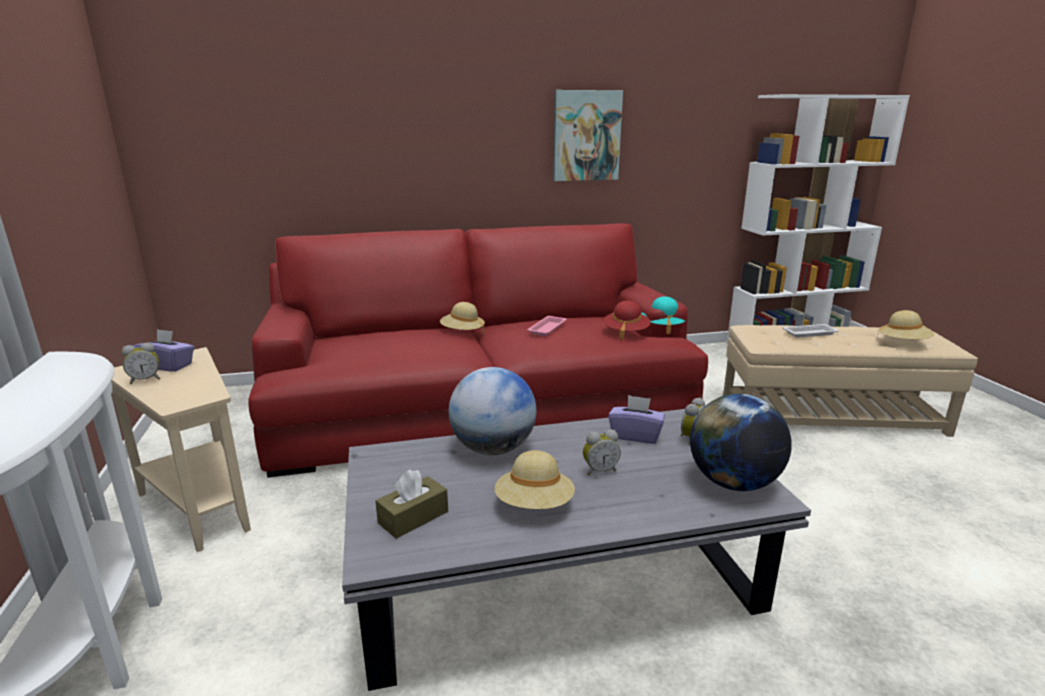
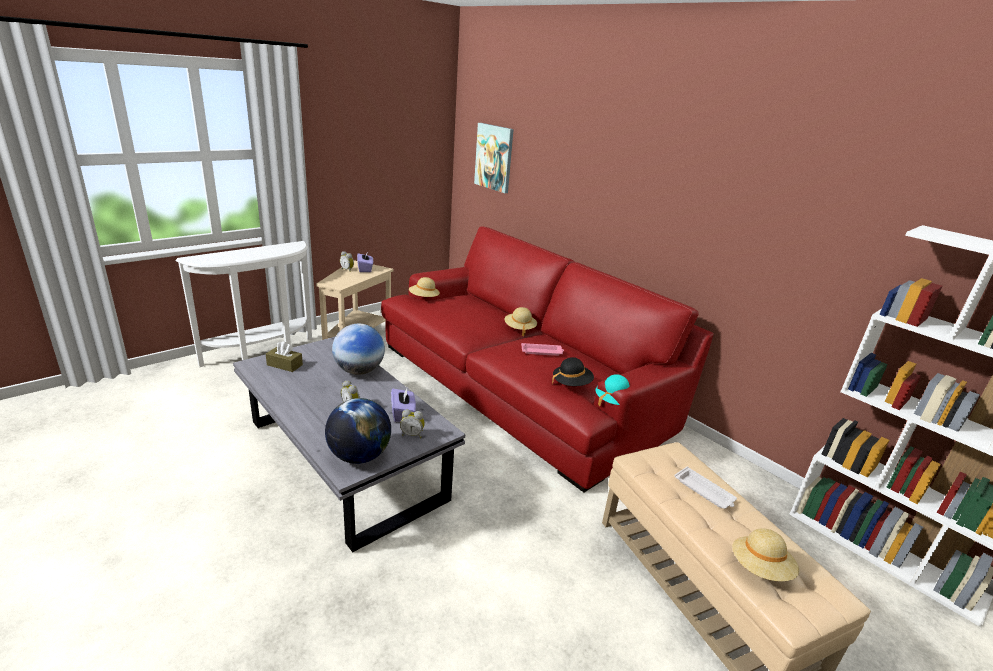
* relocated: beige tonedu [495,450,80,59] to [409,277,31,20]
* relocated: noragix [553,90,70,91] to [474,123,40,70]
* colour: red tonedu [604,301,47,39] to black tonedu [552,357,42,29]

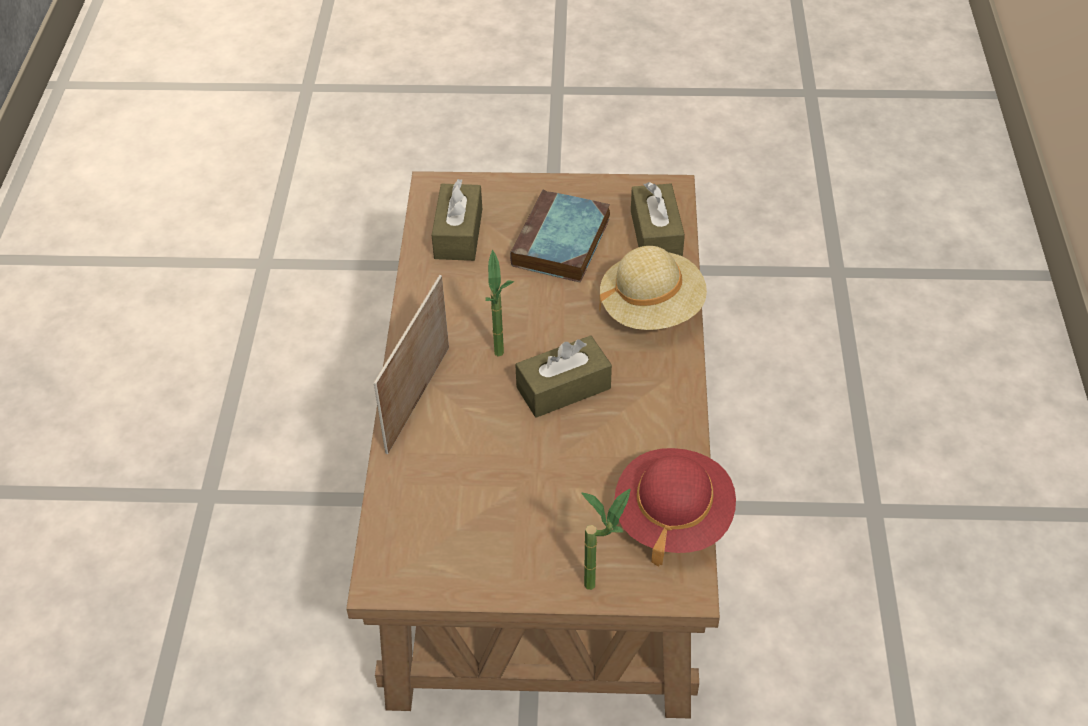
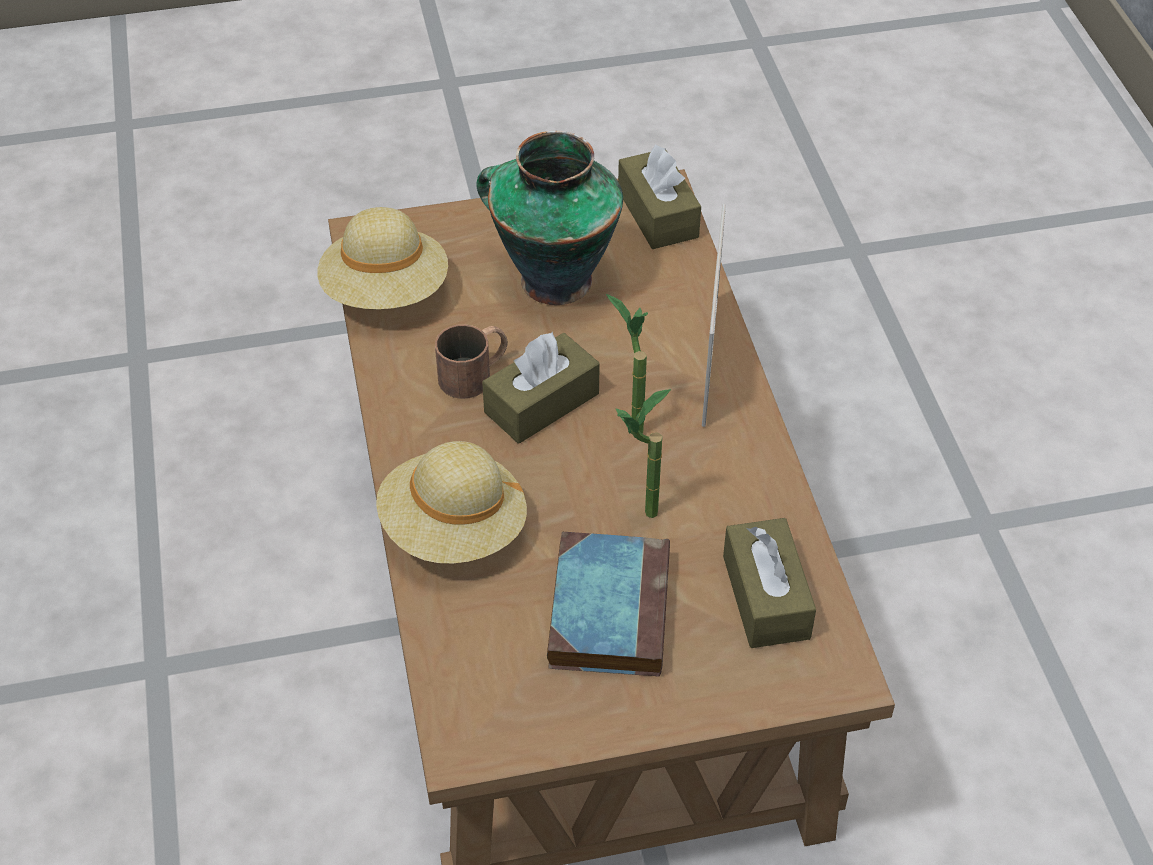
* colour: red tonedu [614,448,122,119] to beige tonedu [317,207,131,103]
* appeared: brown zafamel [435,324,73,75]
* appeared: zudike [477,131,146,174]
* relocated: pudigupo [581,489,50,101] to [616,389,55,129]
* relocated: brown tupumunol [631,182,54,75] to [618,144,83,105]

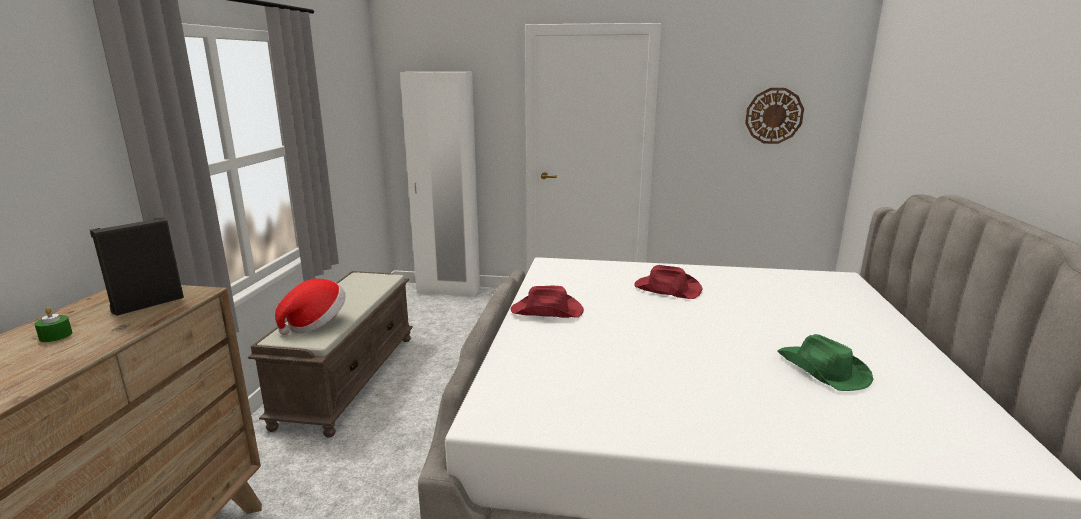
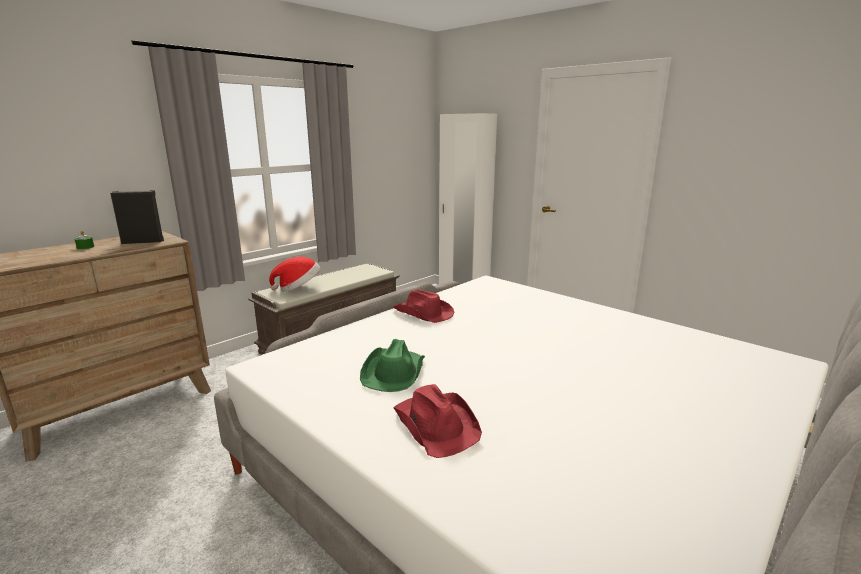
* relocated: green tonedu [777,334,96,57] to [360,339,65,53]
* relocated: red tonedu [634,265,68,34] to [393,384,89,74]
* missing: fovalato [745,88,59,56]

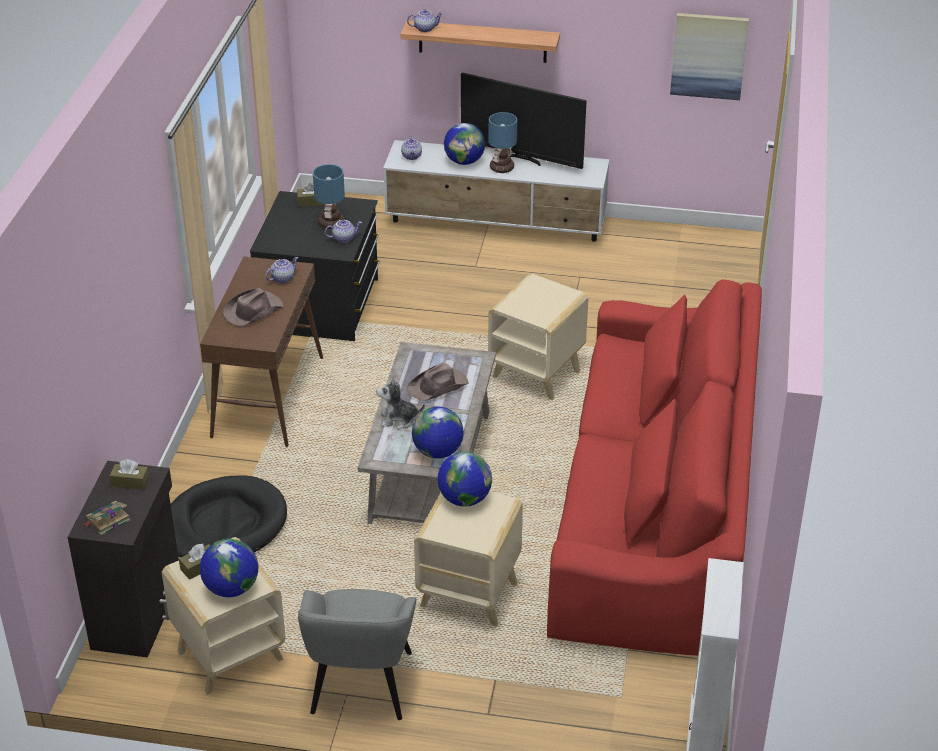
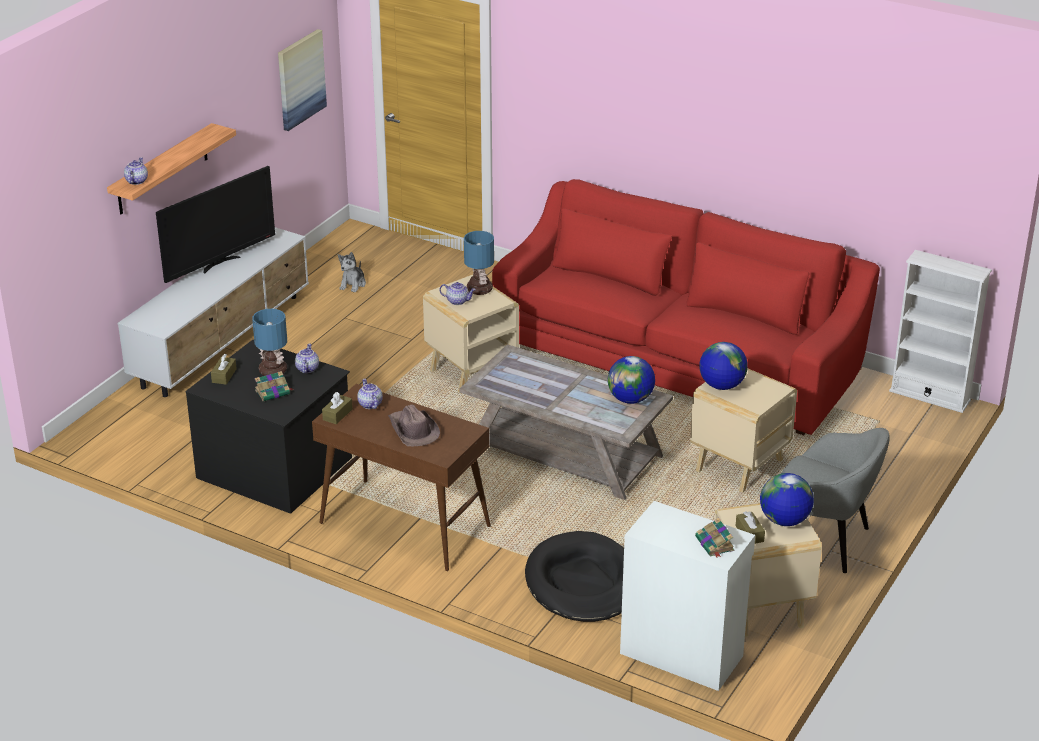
* appeared: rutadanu [255,371,38,30]
* relocated: brown tupumunol [110,459,39,31] to [322,392,31,32]
* relocated: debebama [376,376,49,54] to [338,252,28,40]
* relocated: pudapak [401,135,21,25] to [439,282,37,23]
* relocated: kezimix [488,112,29,61] to [464,231,30,64]
* colour: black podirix [68,461,111,197] to white podirix [620,501,135,190]
* missing: brown tonedu [407,362,62,39]
* missing: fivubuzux [444,123,41,42]

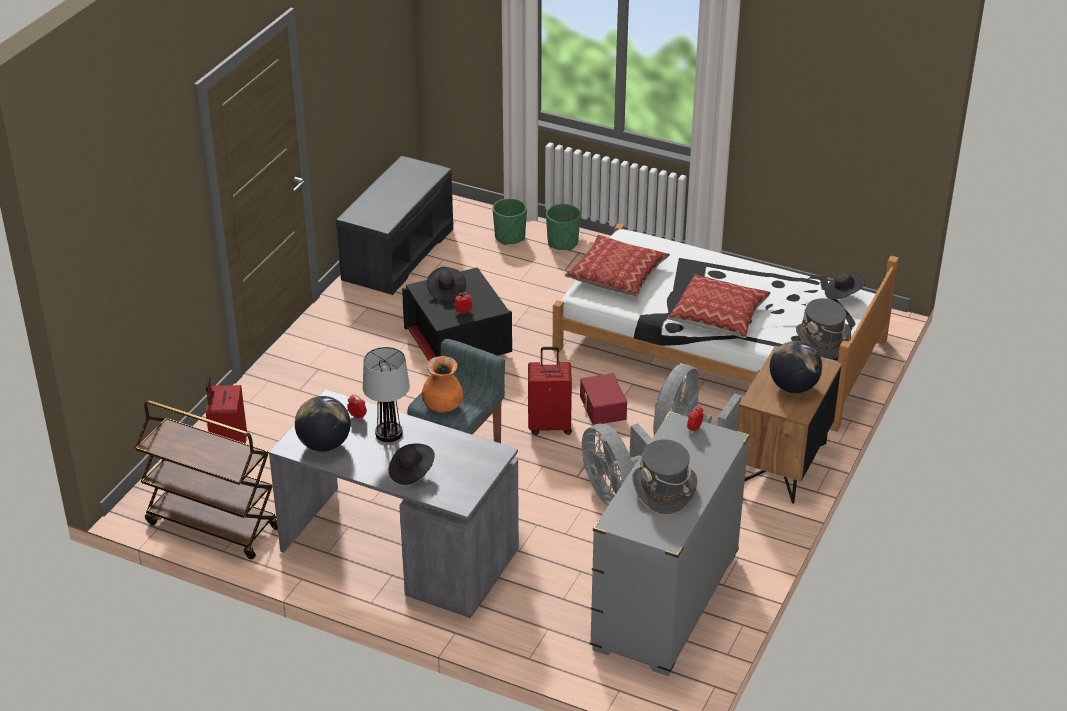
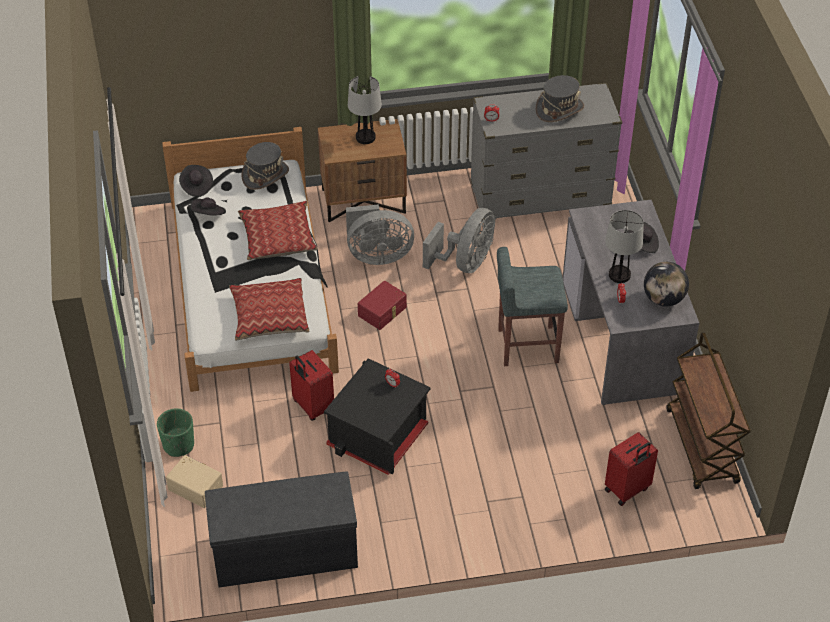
* exchanged: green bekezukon [493,198,34,47] to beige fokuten [166,455,57,53]
* relocated: black tonedu [427,267,39,36] to [190,197,35,19]
* relocated: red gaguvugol [528,347,44,88] to [289,350,45,71]
* exchanged: fivubuzux [770,341,52,52] to kezimix [348,76,34,68]
* missing: orange zudike [422,356,42,57]

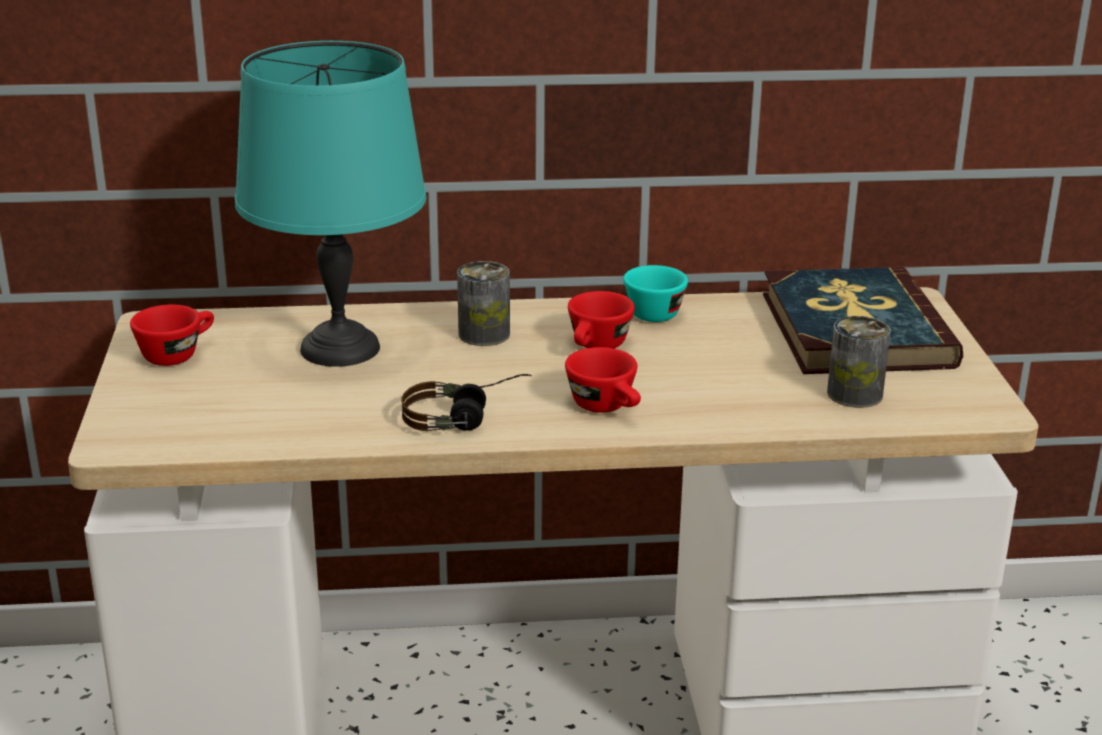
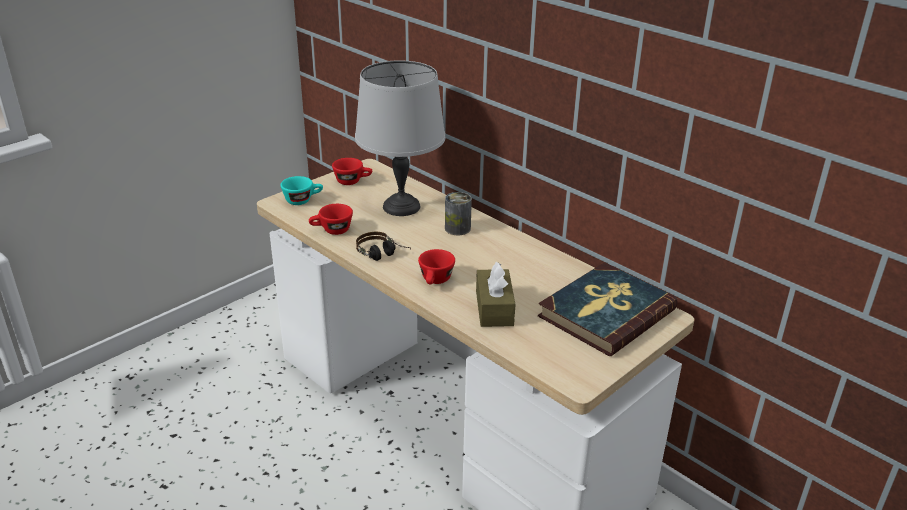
* relocated: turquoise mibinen [623,265,65,57] to [280,176,43,29]
* relocated: red mibinen [568,291,67,58] to [309,204,44,31]
* colour: turquoise kezimix [235,41,191,326] to grey kezimix [355,60,90,156]
* appeared: brown tupumunol [476,262,39,65]
* missing: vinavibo [827,316,64,92]

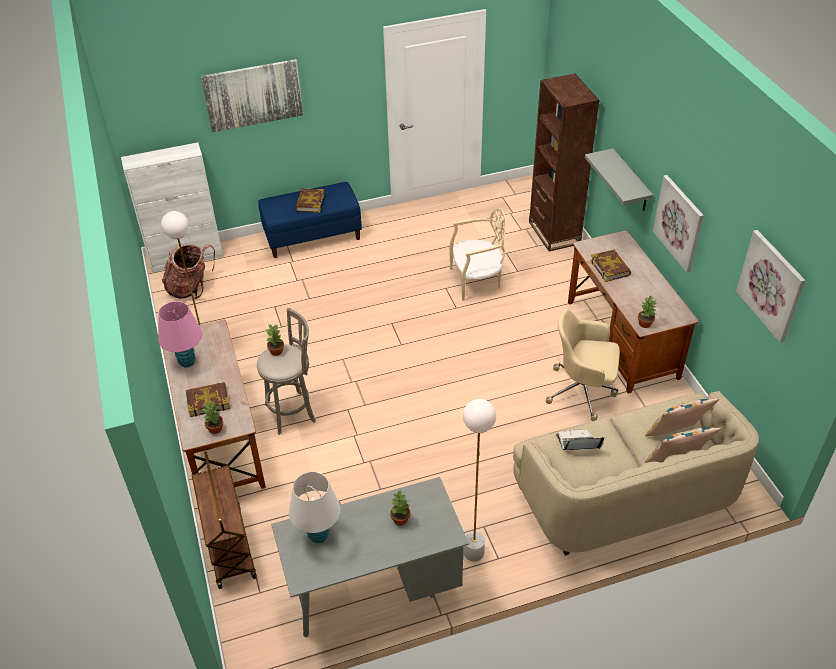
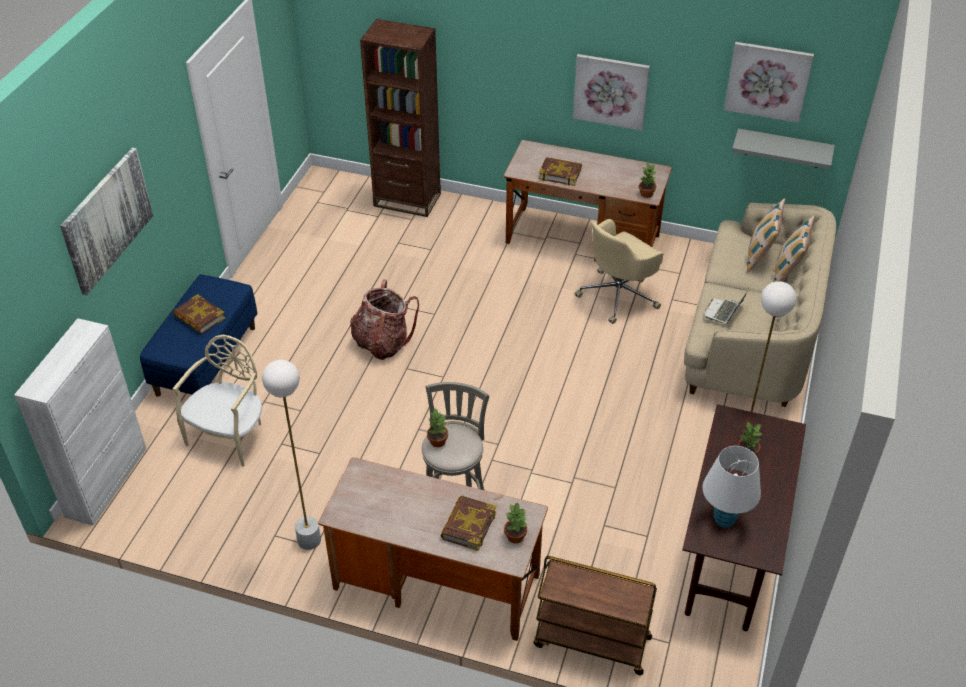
* relocated: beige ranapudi [449,208,58,93] to [173,335,89,132]
* relocated: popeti [162,244,53,55] to [350,279,69,81]
* colour: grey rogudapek [271,477,198,160] to brown rogudapek [682,404,124,227]
* relocated: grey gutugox [585,149,68,61] to [732,128,103,41]
* missing: pink kezimix [158,301,44,66]

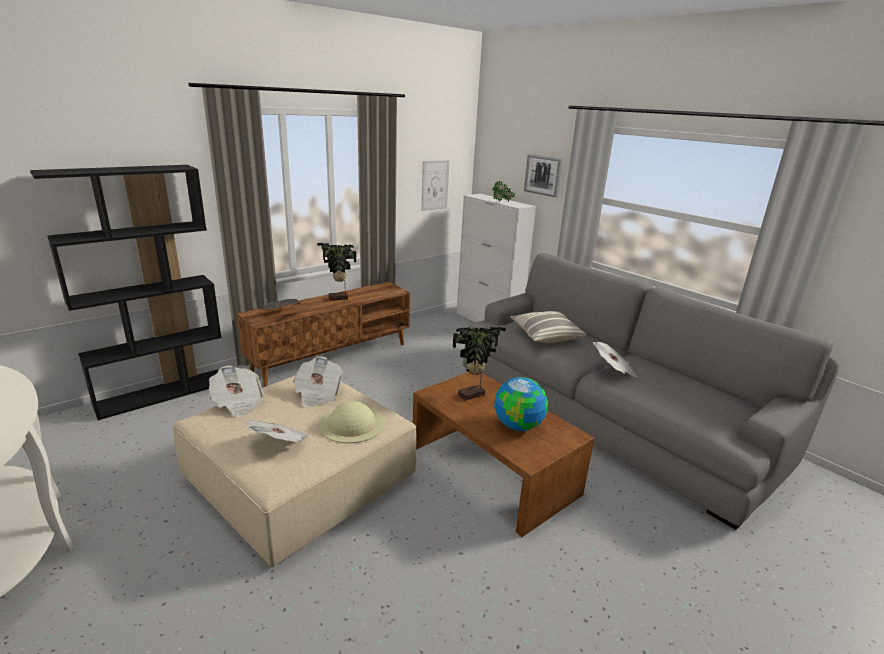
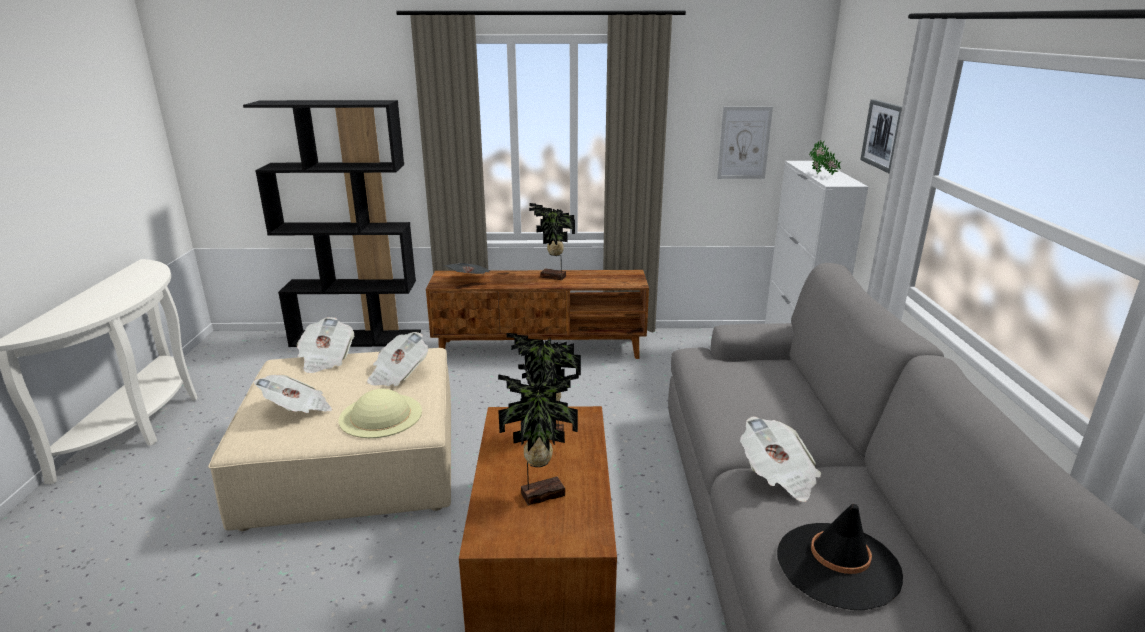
* exchanged: fivubuzux [494,377,54,54] to pudigupo [498,364,81,142]
* appeared: black tonedu [777,504,126,106]
* missing: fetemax [511,311,76,32]

